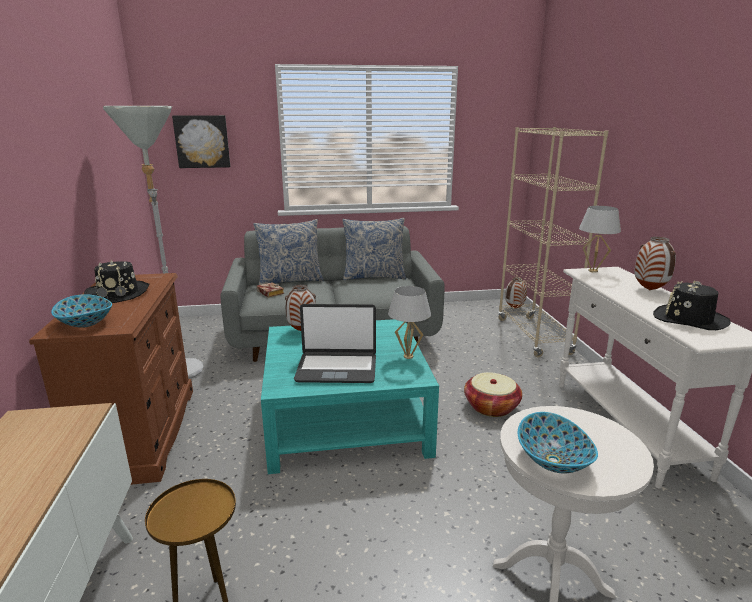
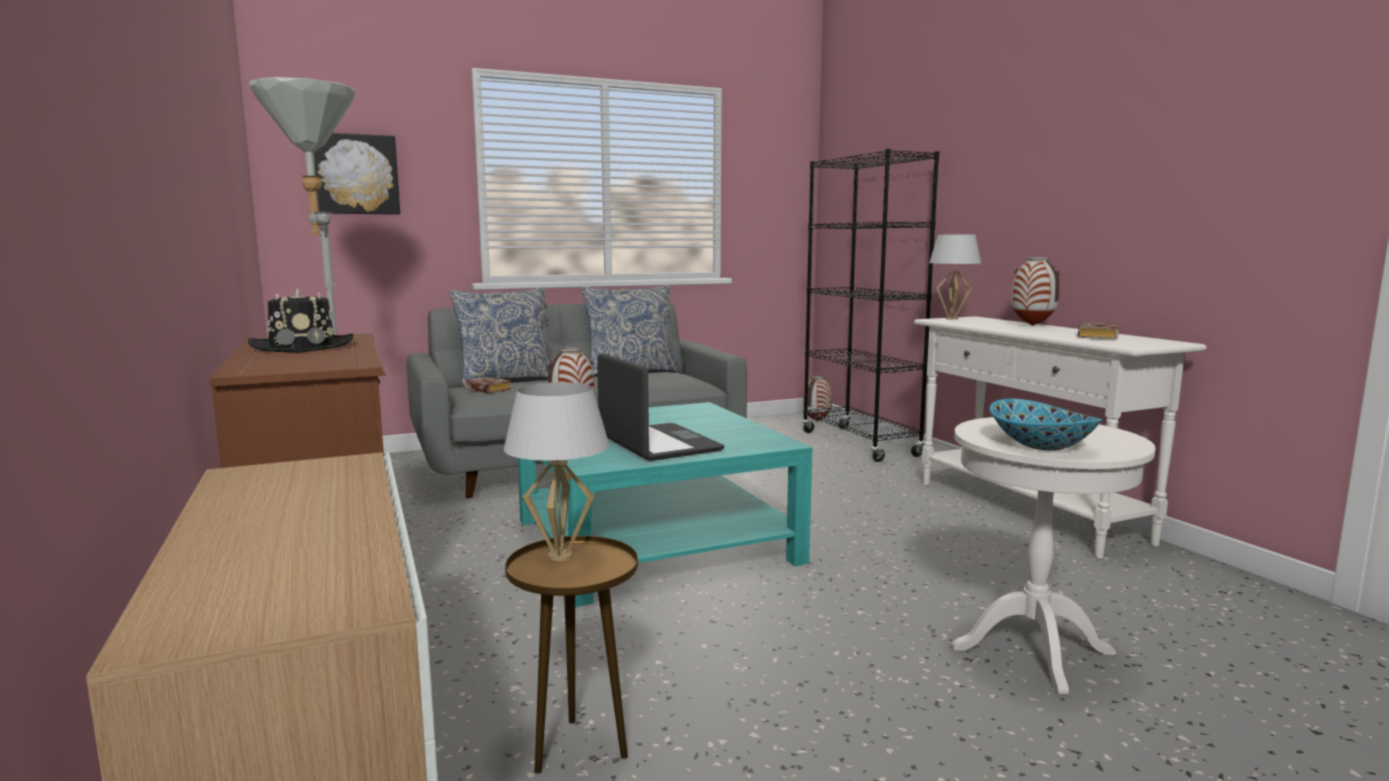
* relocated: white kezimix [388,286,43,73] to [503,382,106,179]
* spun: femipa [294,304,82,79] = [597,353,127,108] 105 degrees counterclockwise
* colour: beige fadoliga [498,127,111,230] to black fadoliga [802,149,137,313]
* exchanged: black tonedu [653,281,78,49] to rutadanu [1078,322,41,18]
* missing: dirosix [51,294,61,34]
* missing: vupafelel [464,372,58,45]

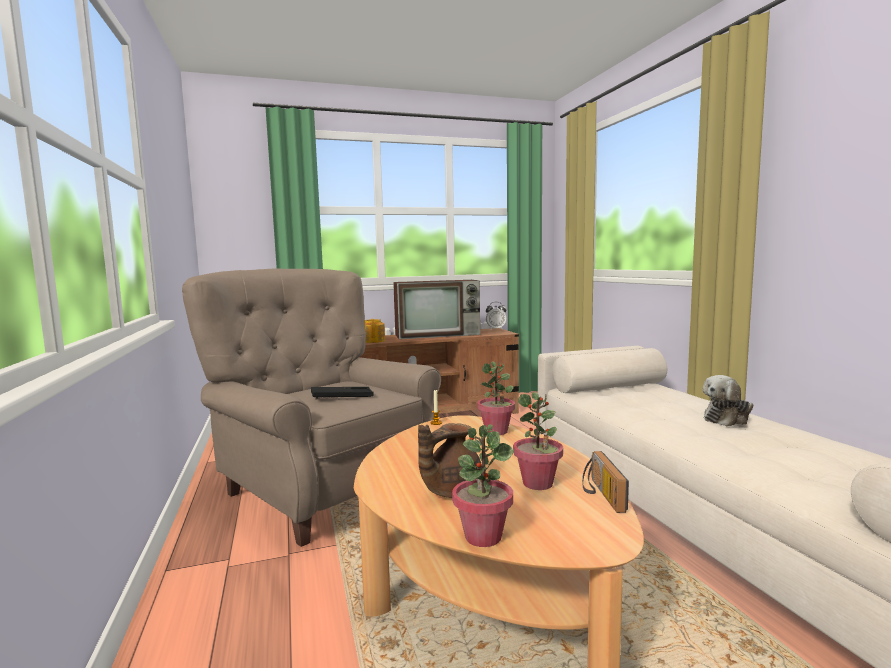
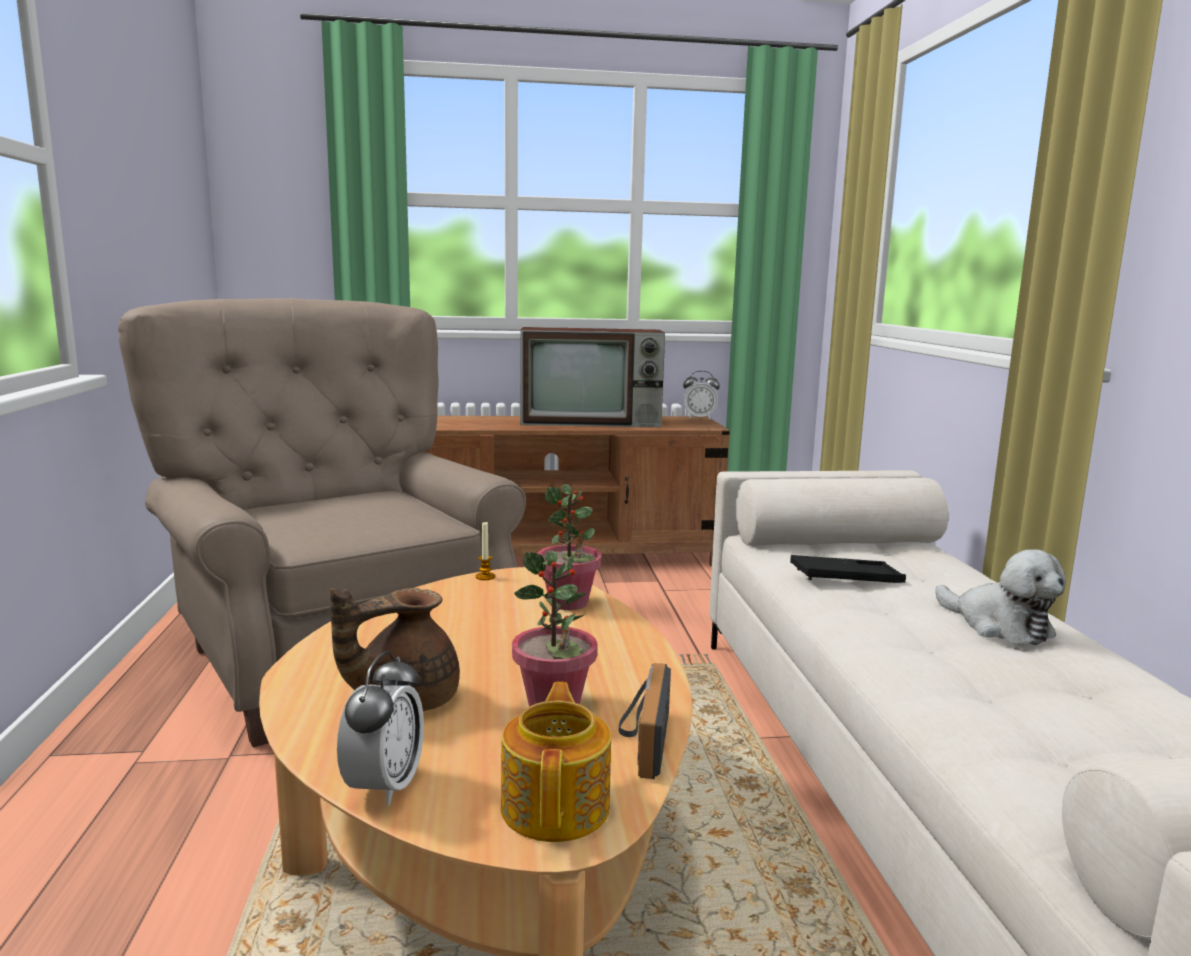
* exchanged: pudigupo [452,424,62,123] to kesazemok [337,651,87,155]
* relocated: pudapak [365,319,20,24] to [501,682,110,160]
* relocated: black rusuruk [311,387,63,12] to [790,555,116,28]
* spun: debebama [703,375,51,51] = [935,550,131,95] 105 degrees counterclockwise

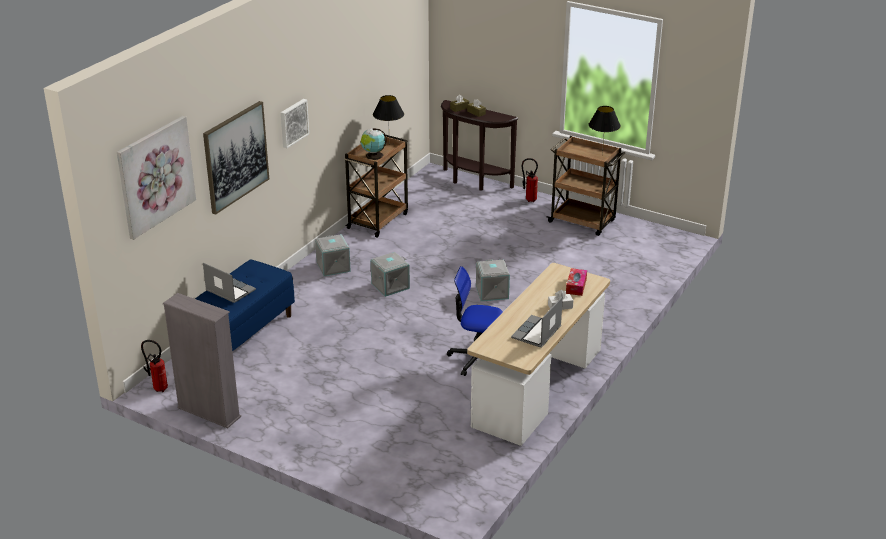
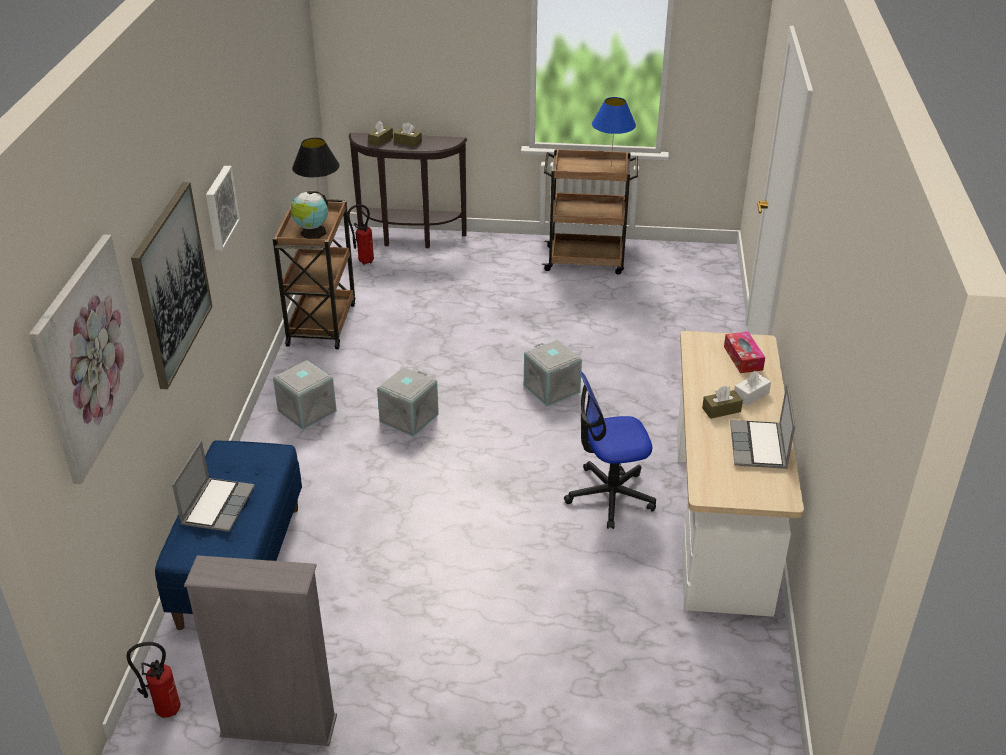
* spun: femipa [203,263,53,40] = [172,440,83,92] 90 degrees clockwise
* relocated: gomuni [522,158,16,44] to [348,204,26,61]
* colour: black kezimix [589,106,32,49] to blue kezimix [592,97,44,69]
* appeared: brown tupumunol [702,386,41,33]

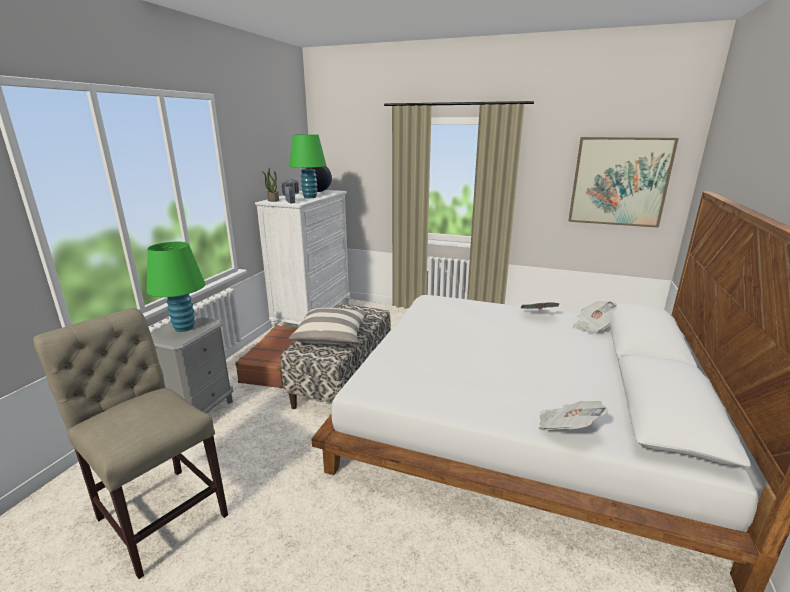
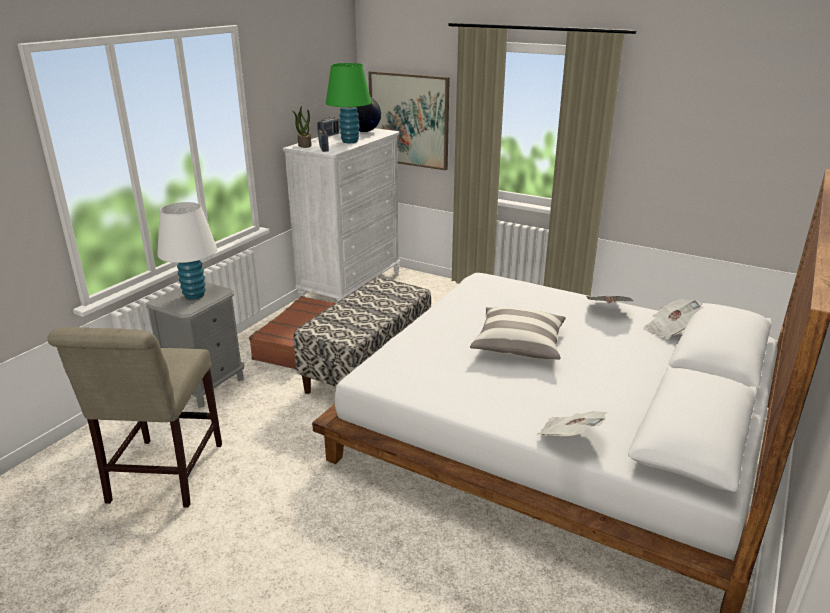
* spun: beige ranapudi [33,308,195,271] = [47,327,175,181] 135 degrees counterclockwise
* colour: green kezimix [146,242,59,90] to white kezimix [157,202,60,98]
* relocated: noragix [568,137,111,91] to [368,71,82,100]
* relocated: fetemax [288,308,80,37] to [470,307,96,53]

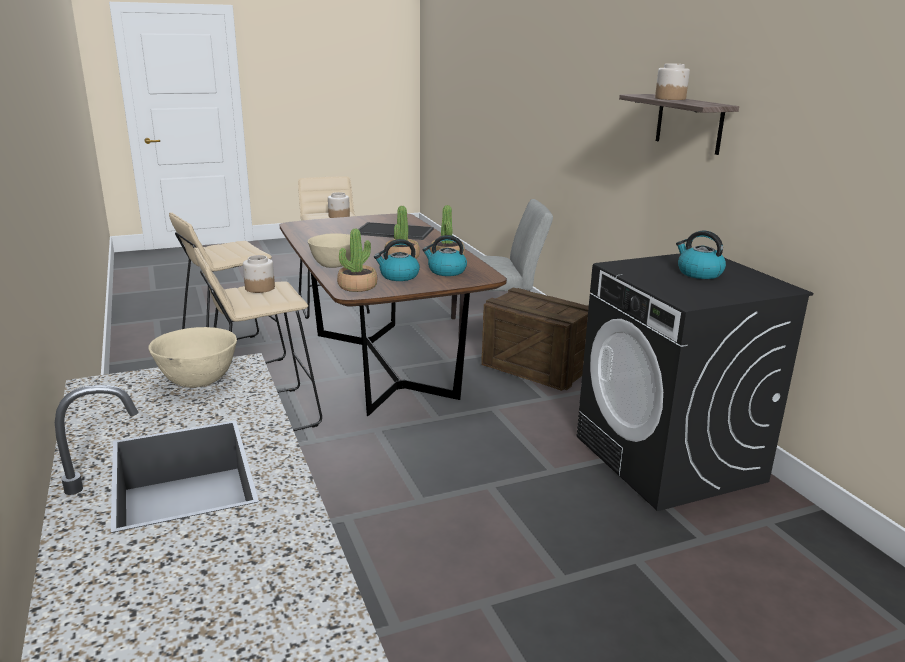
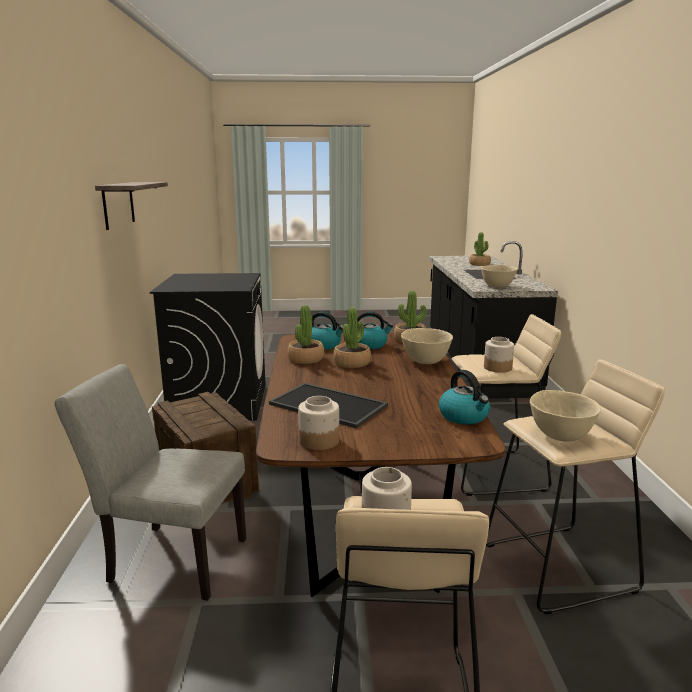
* relocated: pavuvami [655,63,35,37] to [298,396,41,54]
* relocated: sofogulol [676,231,50,48] to [439,370,51,55]
* appeared: pudigupo [469,232,22,34]
* appeared: beige dirosix [530,390,71,52]

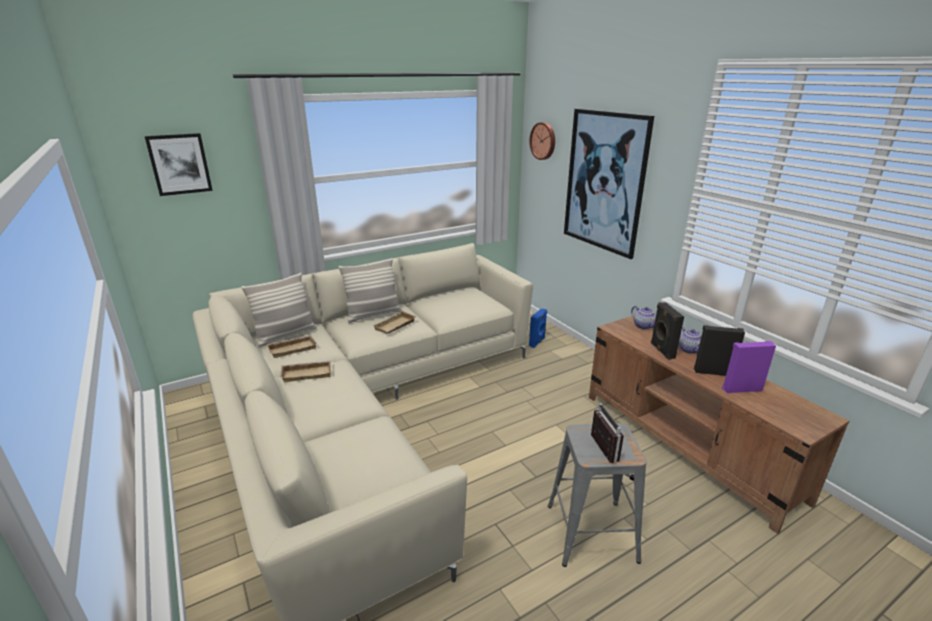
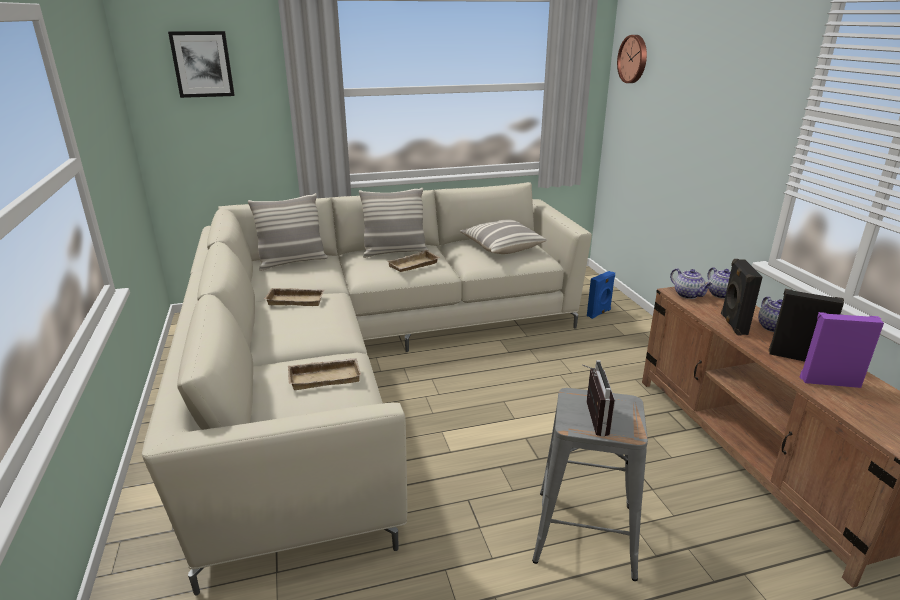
* relocated: beige rusuruk [267,335,50,23] to [288,358,73,32]
* appeared: fetemax [460,219,87,35]
* appeared: pudapak [670,268,43,31]
* missing: noragix [564,109,90,150]

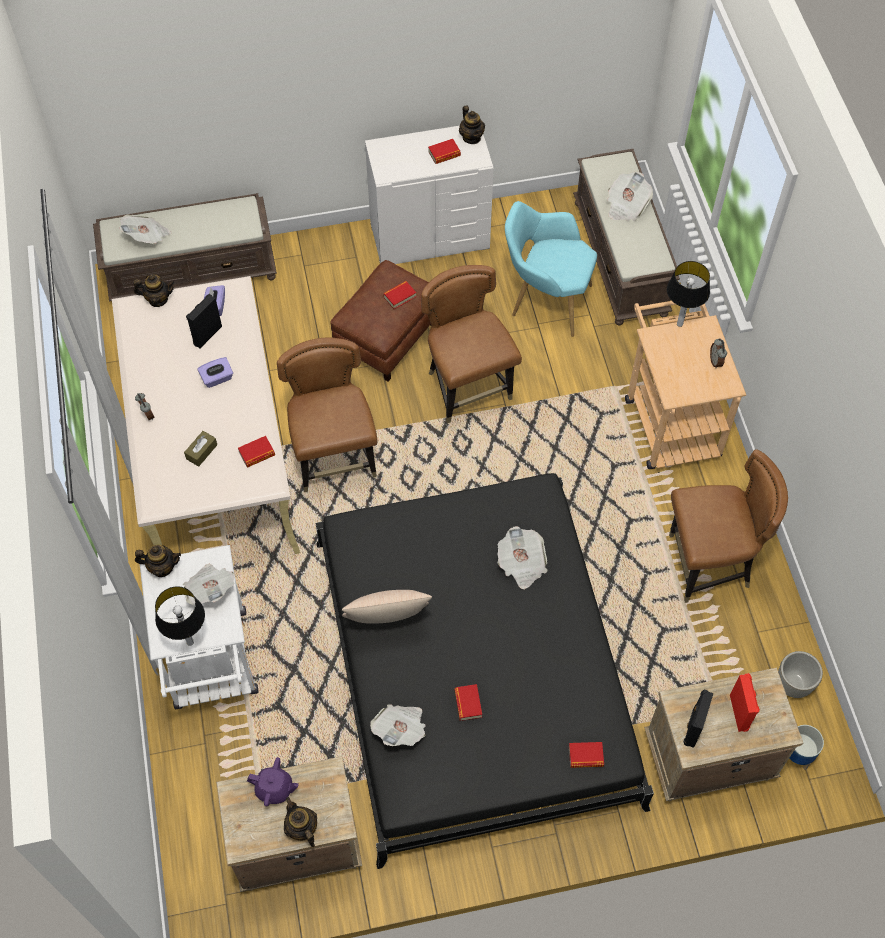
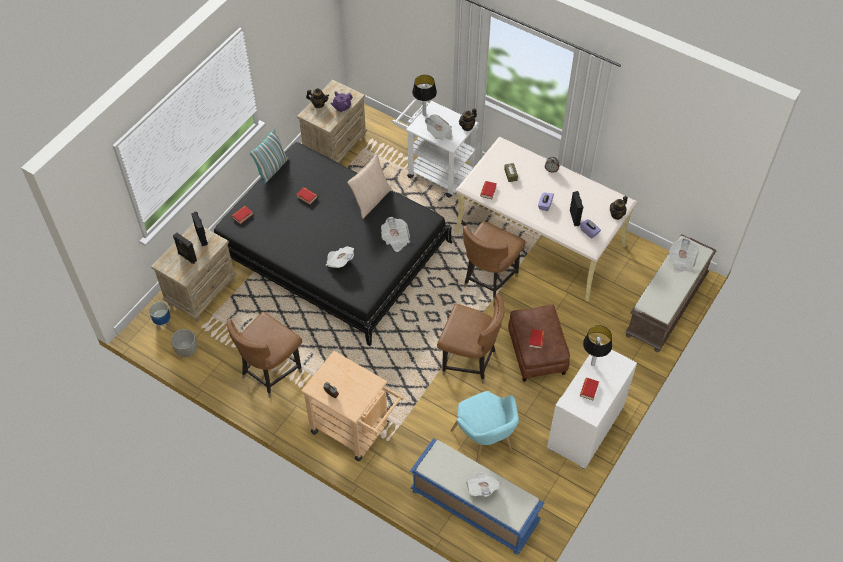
* colour: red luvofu [730,673,30,59] to black luvofu [173,233,24,31]
* appeared: fetemax [250,128,39,56]
* relocated: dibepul [370,704,56,42] to [381,217,29,35]
* colour: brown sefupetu [573,149,107,176] to blue sefupetu [410,438,134,116]
* spun: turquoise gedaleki [505,201,92,136] = [451,391,68,72] 90 degrees clockwise
* spun: brown ranapudi [277,337,100,155] = [463,221,62,81] 90 degrees clockwise
* relocated: kezimix [667,261,43,66] to [583,325,29,41]
* missing: pudapak [459,105,26,39]

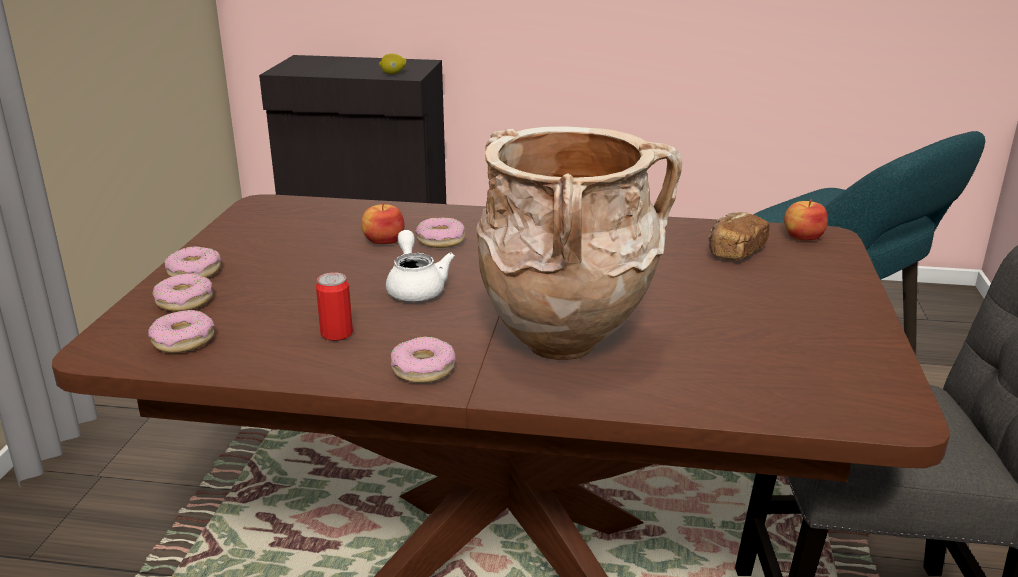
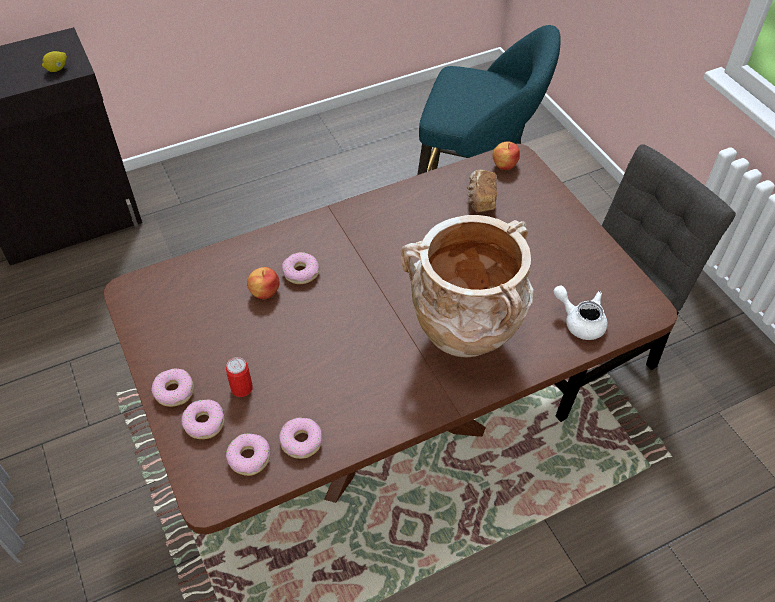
* relocated: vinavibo [316,272,37,69] to [226,357,27,40]
* relocated: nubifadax [391,336,64,47] to [279,418,43,41]
* relocated: white pudapak [386,230,69,72] to [553,286,54,54]

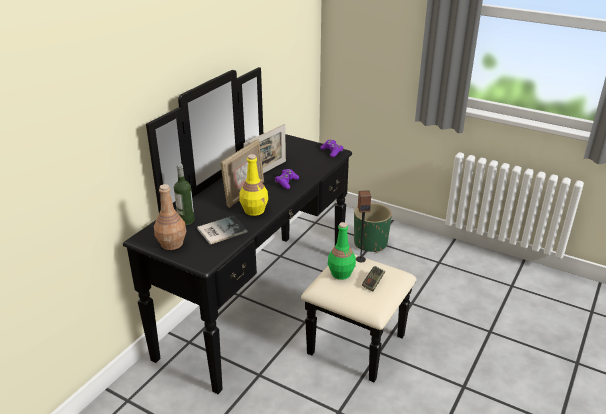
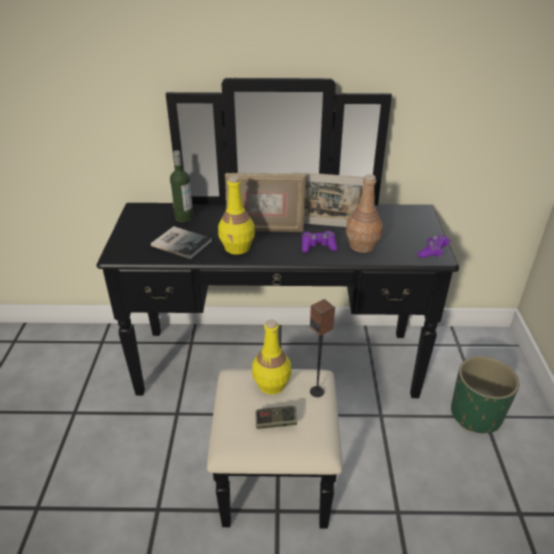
* colour: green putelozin [328,222,28,58] to yellow putelozin [252,319,39,75]
* relocated: brown putelozin [154,184,32,66] to [346,174,37,79]

